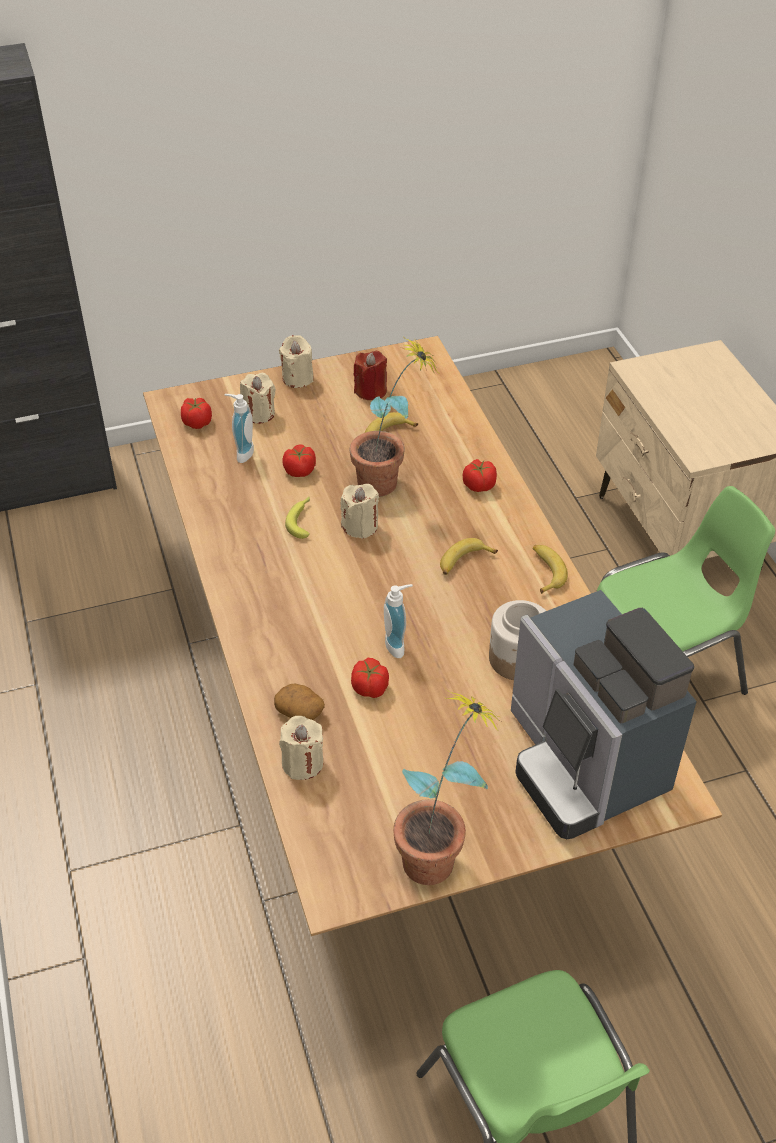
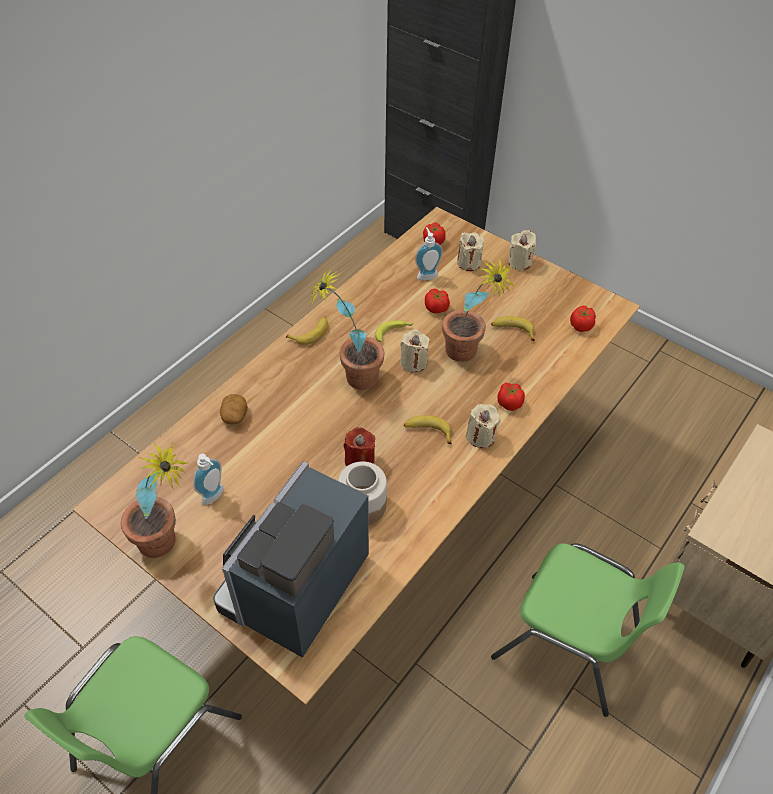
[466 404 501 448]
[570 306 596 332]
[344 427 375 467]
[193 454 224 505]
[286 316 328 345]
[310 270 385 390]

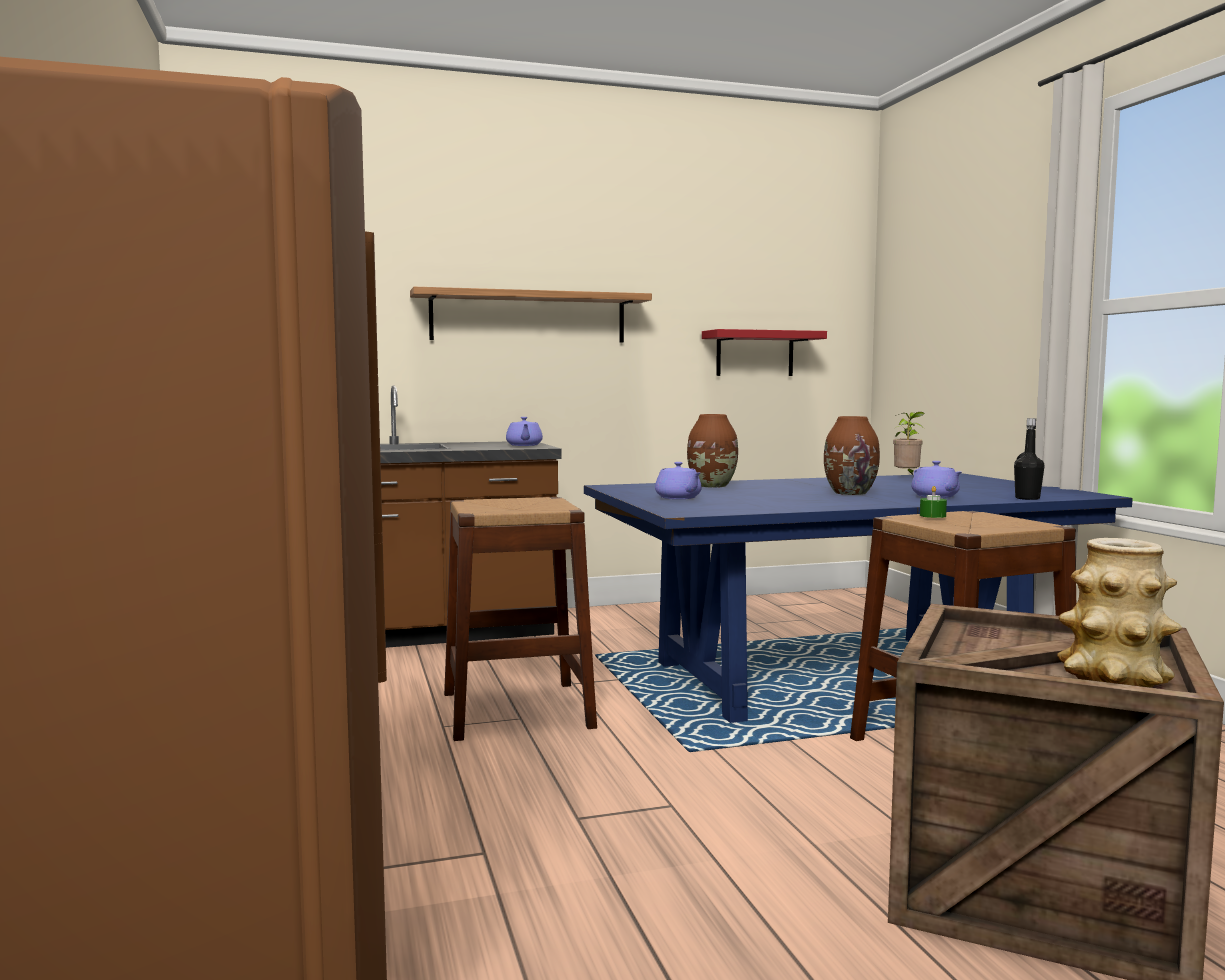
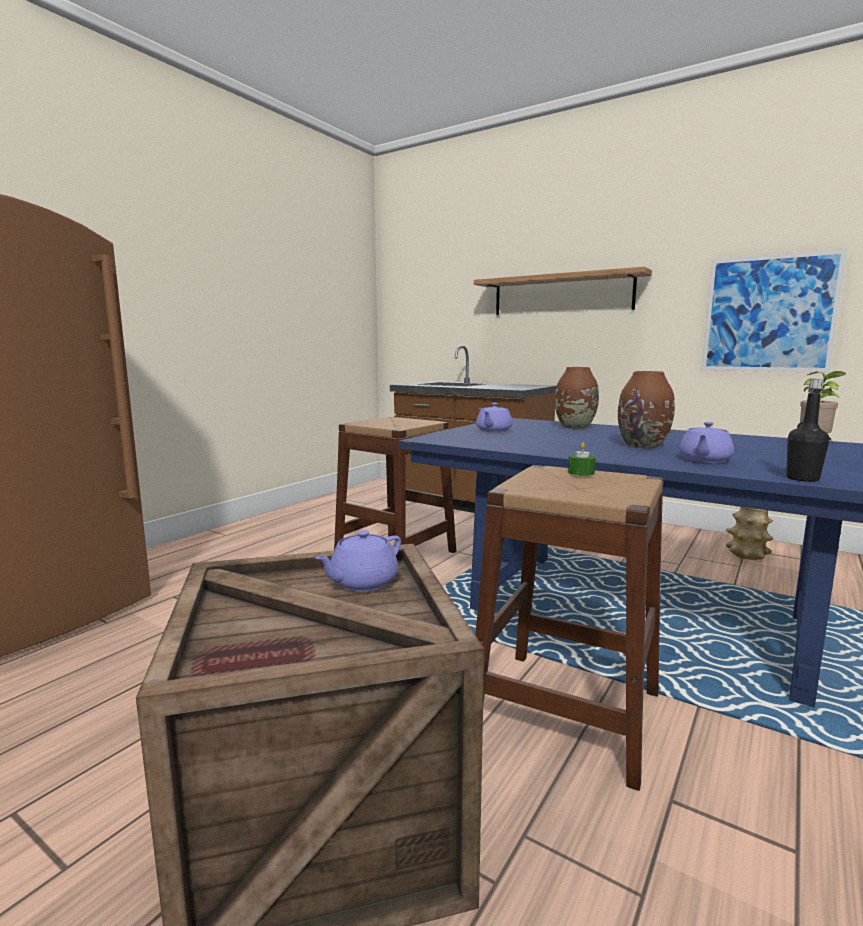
[315 530 401 591]
[701 249 847 373]
[725 507 773 560]

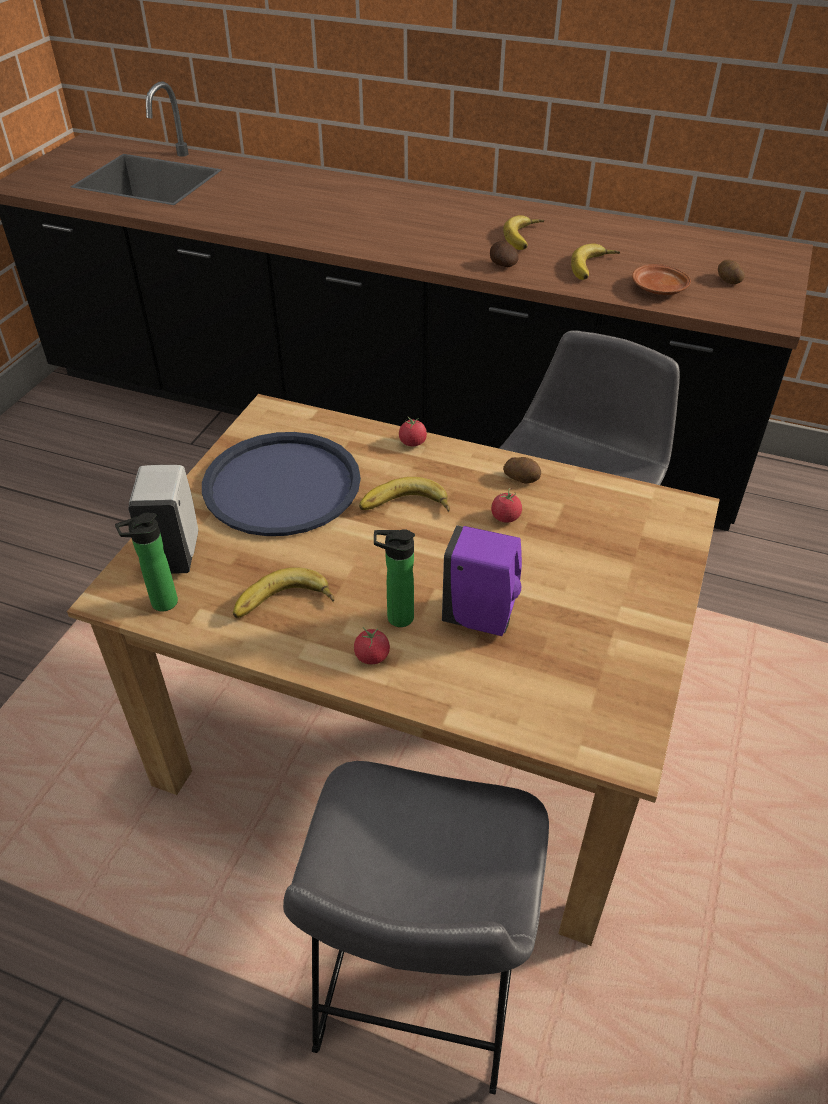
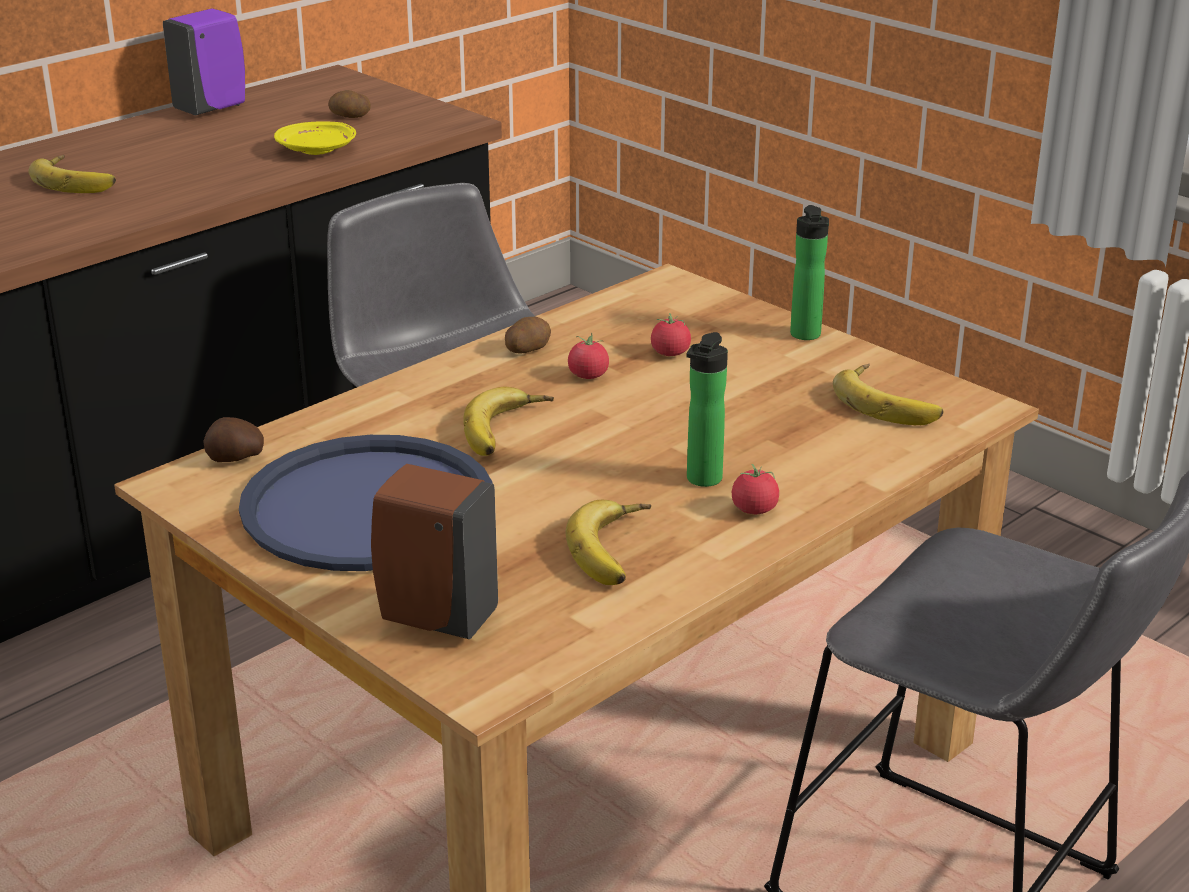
[790 205 829 340]
[371 464 498 639]
[651 313 691 356]
[163 9 245 115]
[203 417 264 462]
[833 364 943 425]
[274 122 356 155]

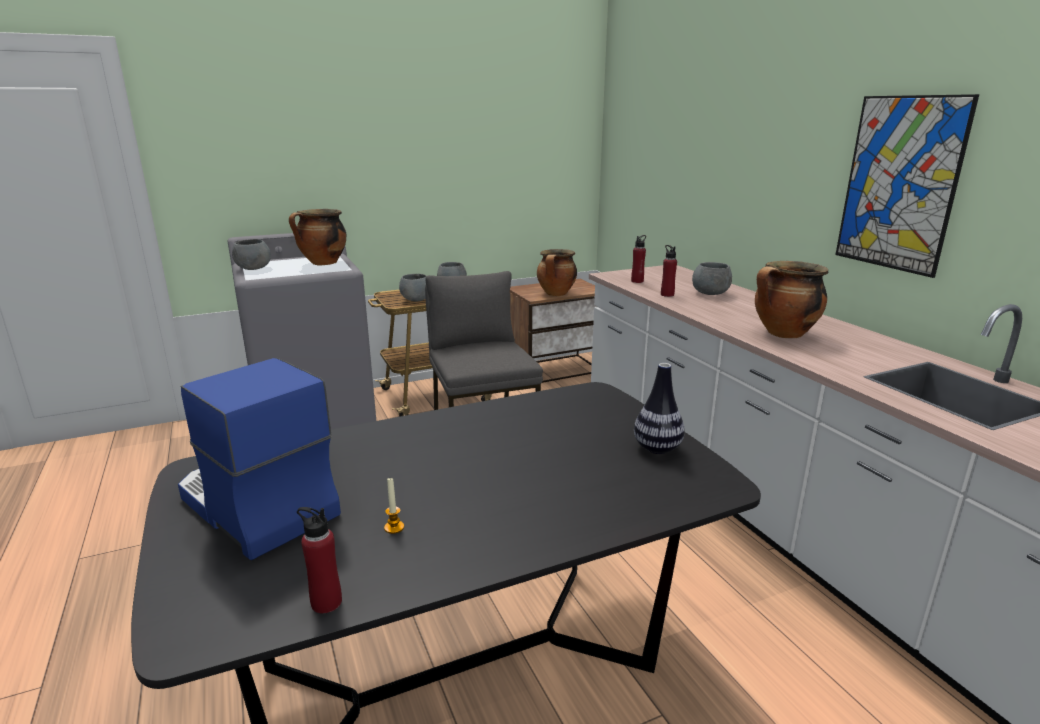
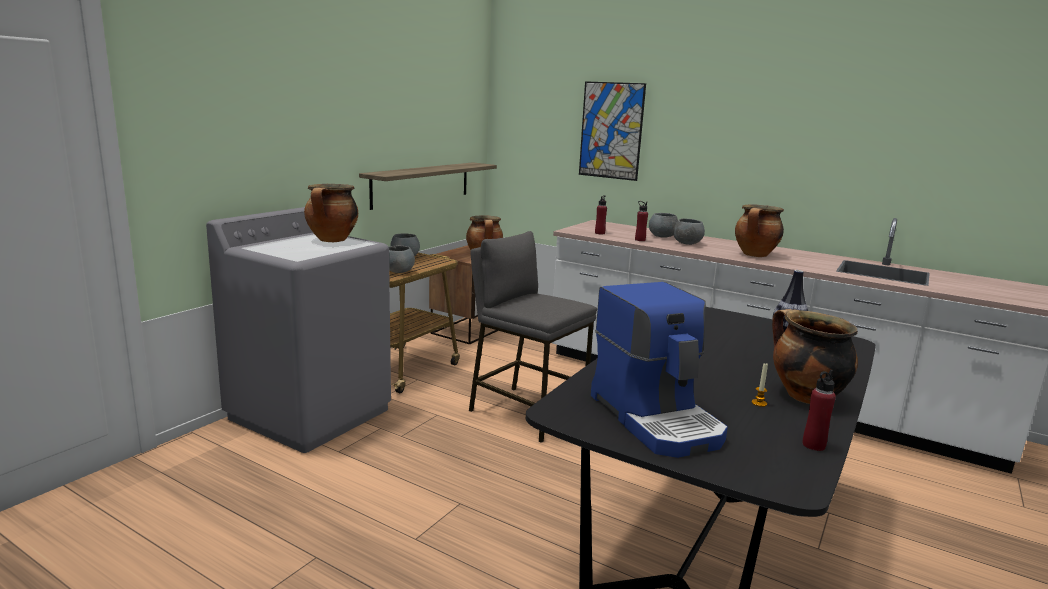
[591 282 728 458]
[673 218 705 245]
[579 81 646 181]
[359 162 497 210]
[772 309 858 404]

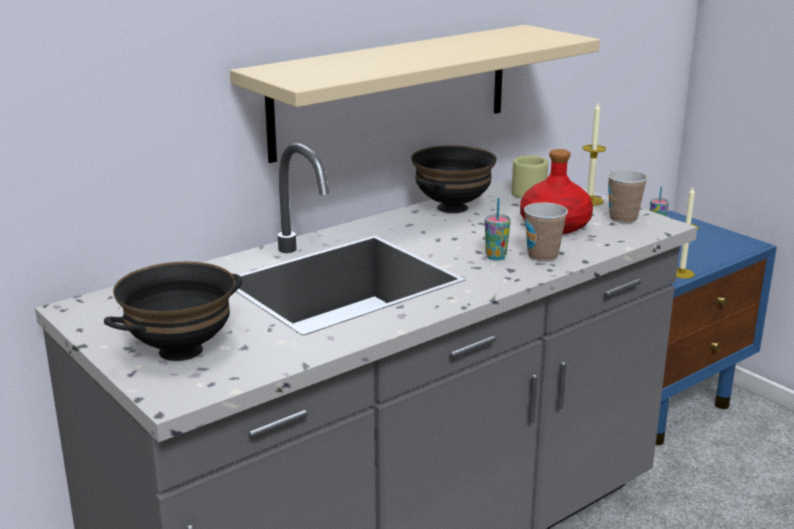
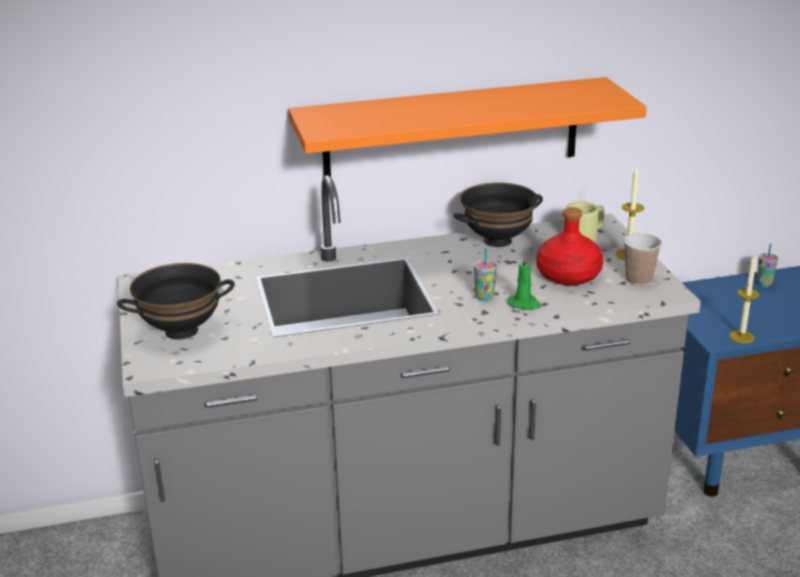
[288 77 647 177]
[508 255 542 310]

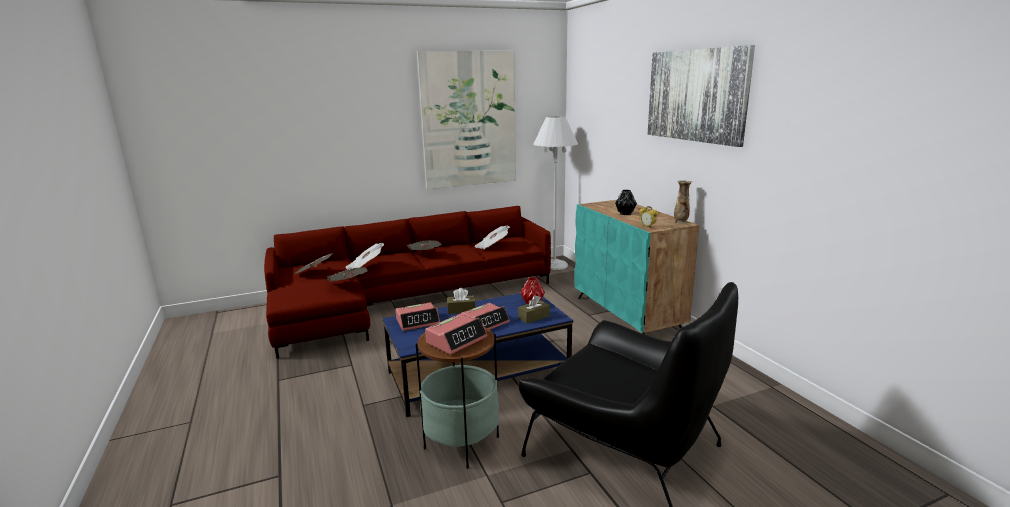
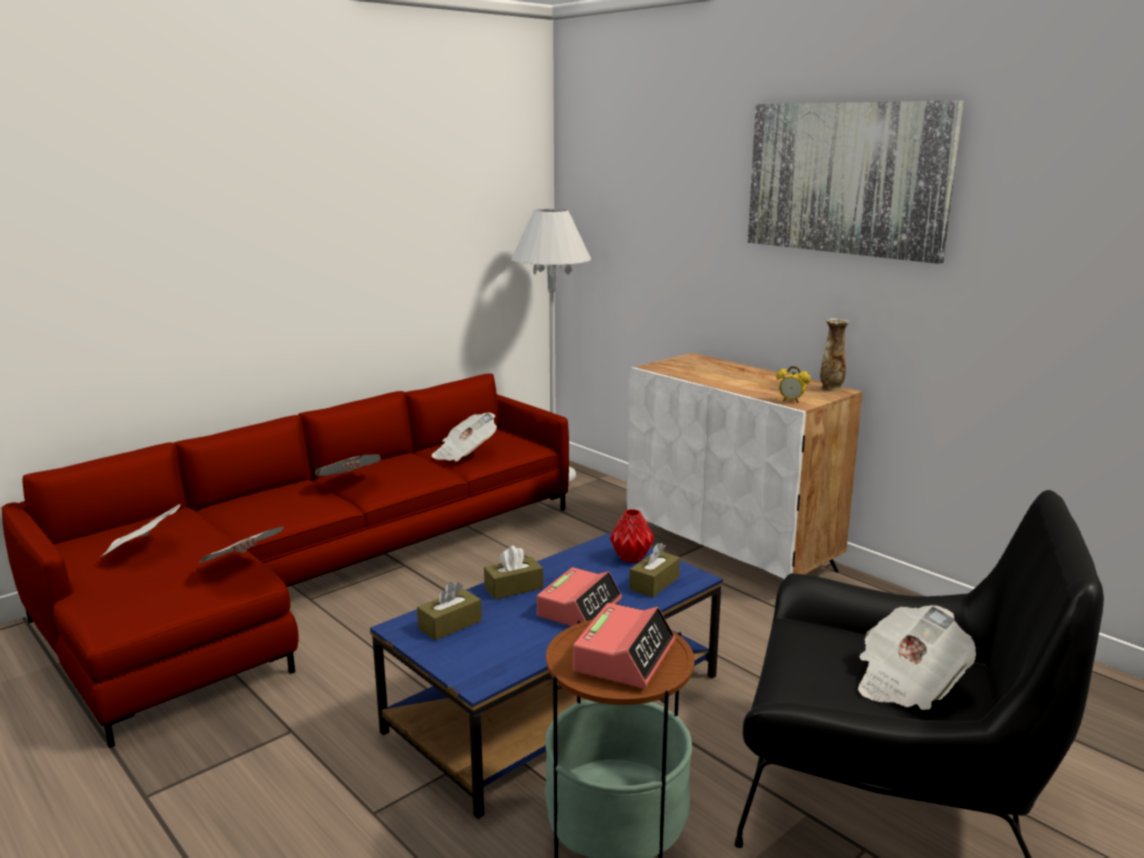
[858 605 976 710]
[417 582 482 641]
[417 51 516 189] (first image)
[627 353 862 579]
[615 190 637 215] (first image)

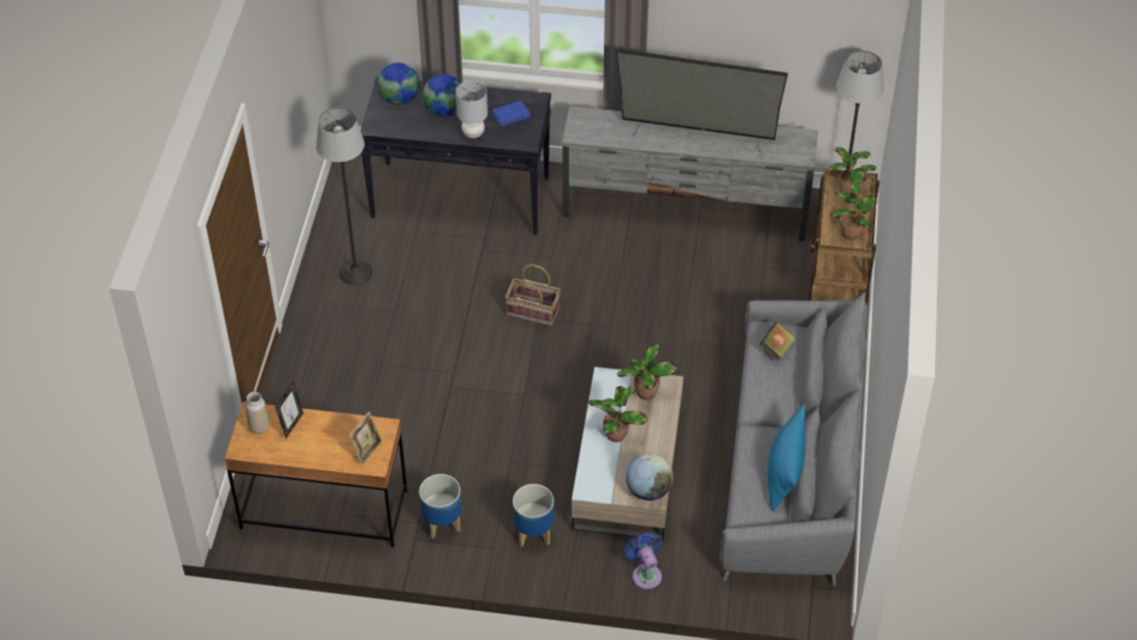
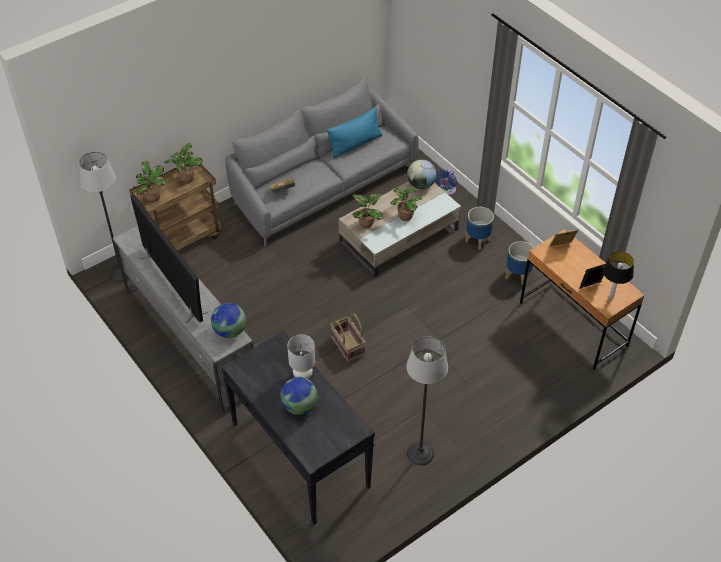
[603 251 634 300]
[211 303 246 338]
[492 100 531 128] (first image)

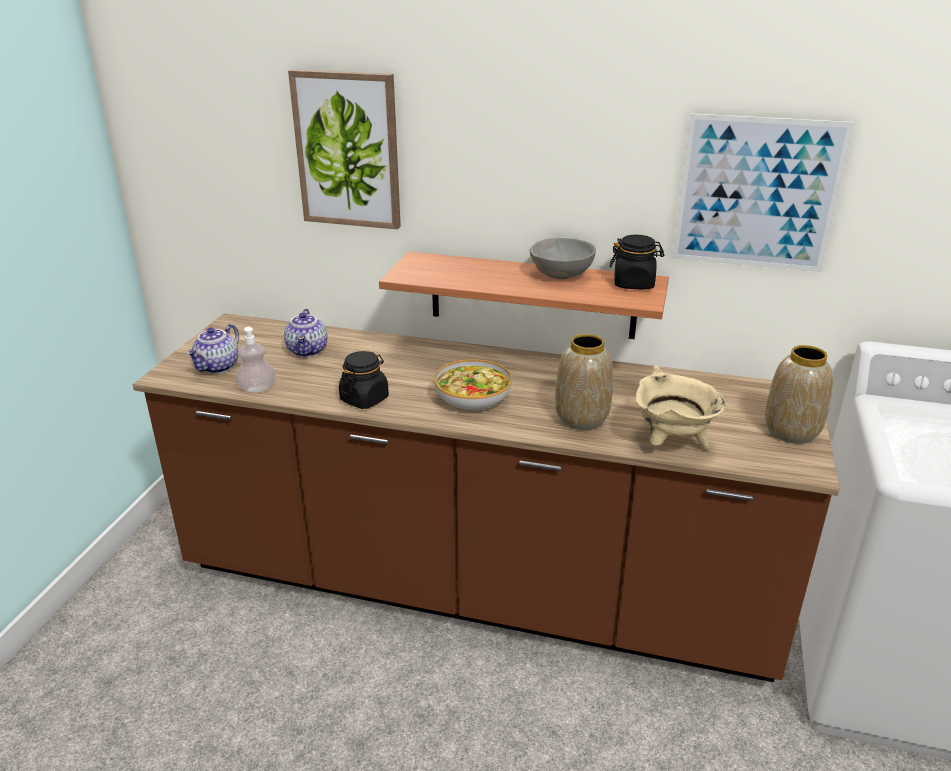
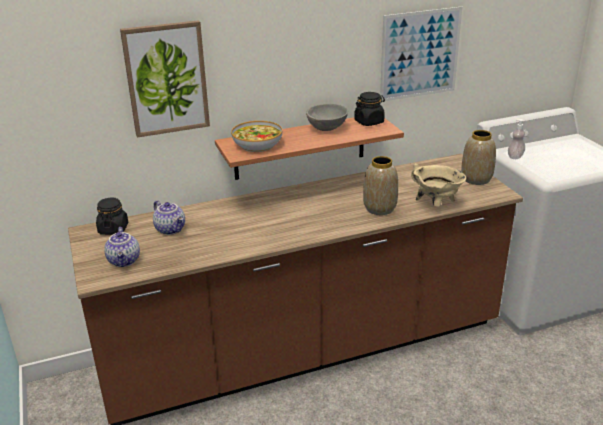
[508 119 525 159]
[96 198 128 235]
[231 121 282 152]

